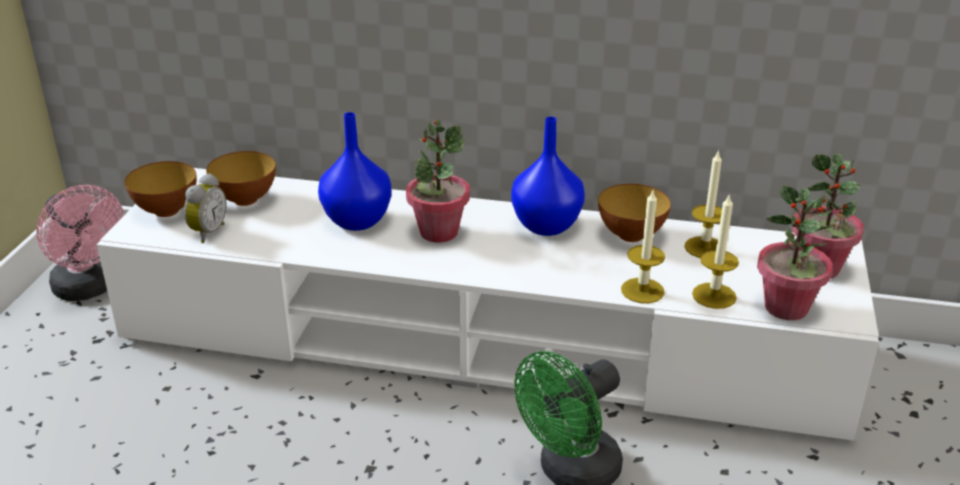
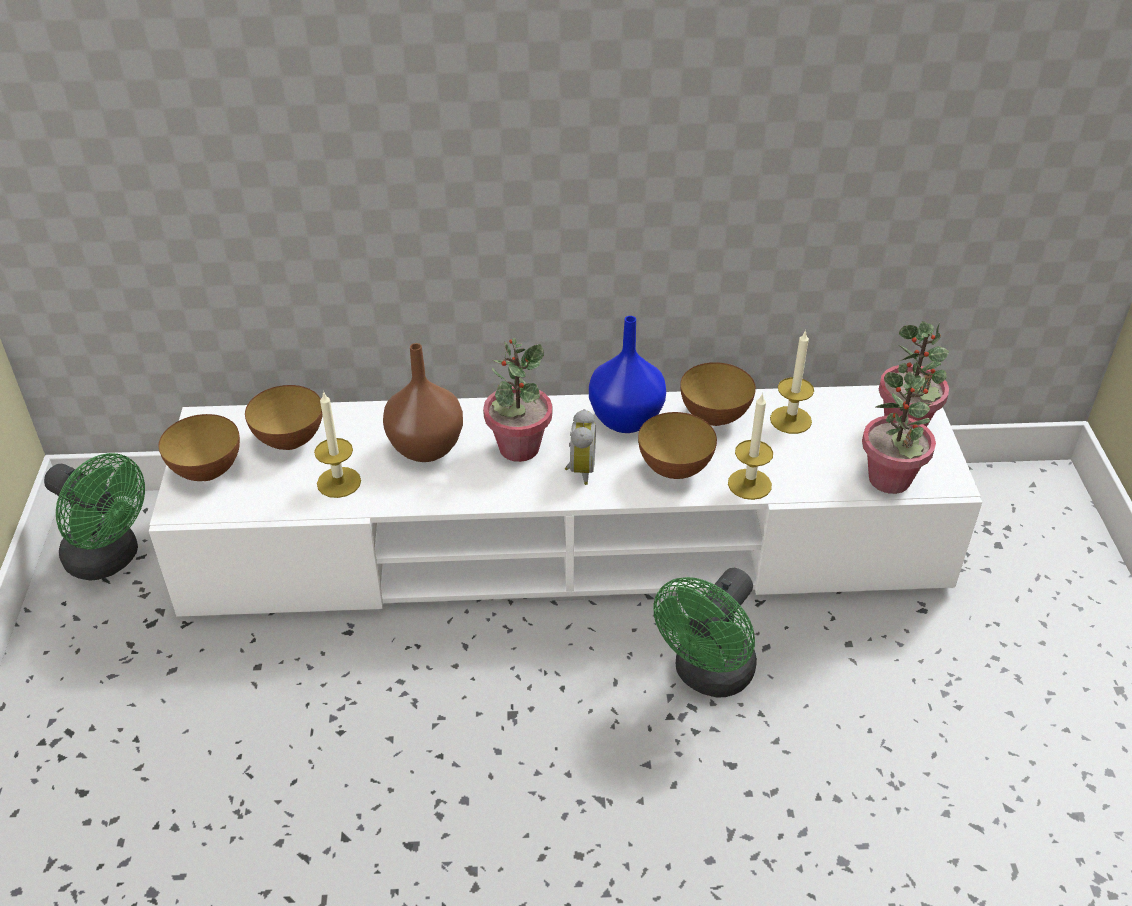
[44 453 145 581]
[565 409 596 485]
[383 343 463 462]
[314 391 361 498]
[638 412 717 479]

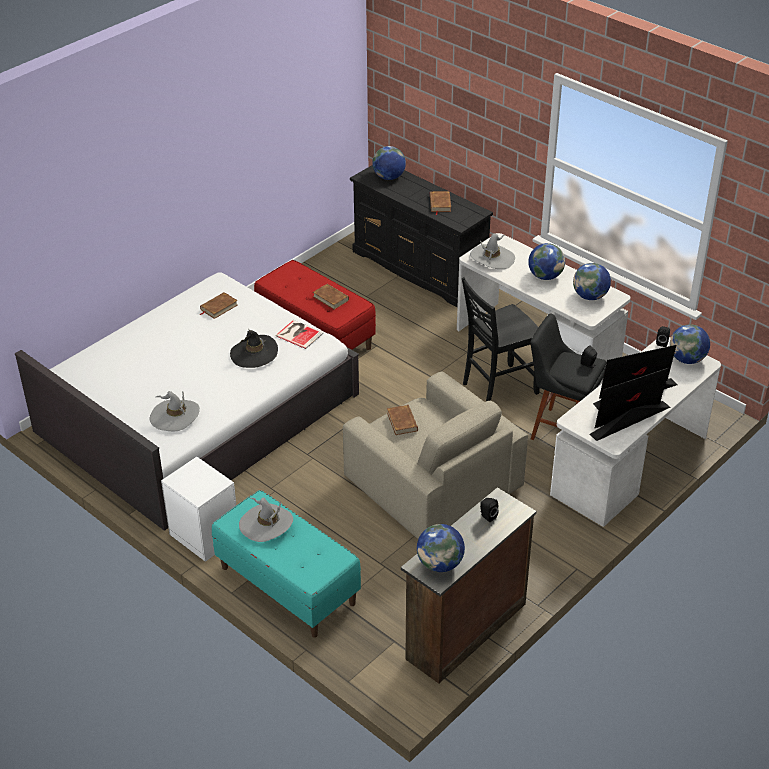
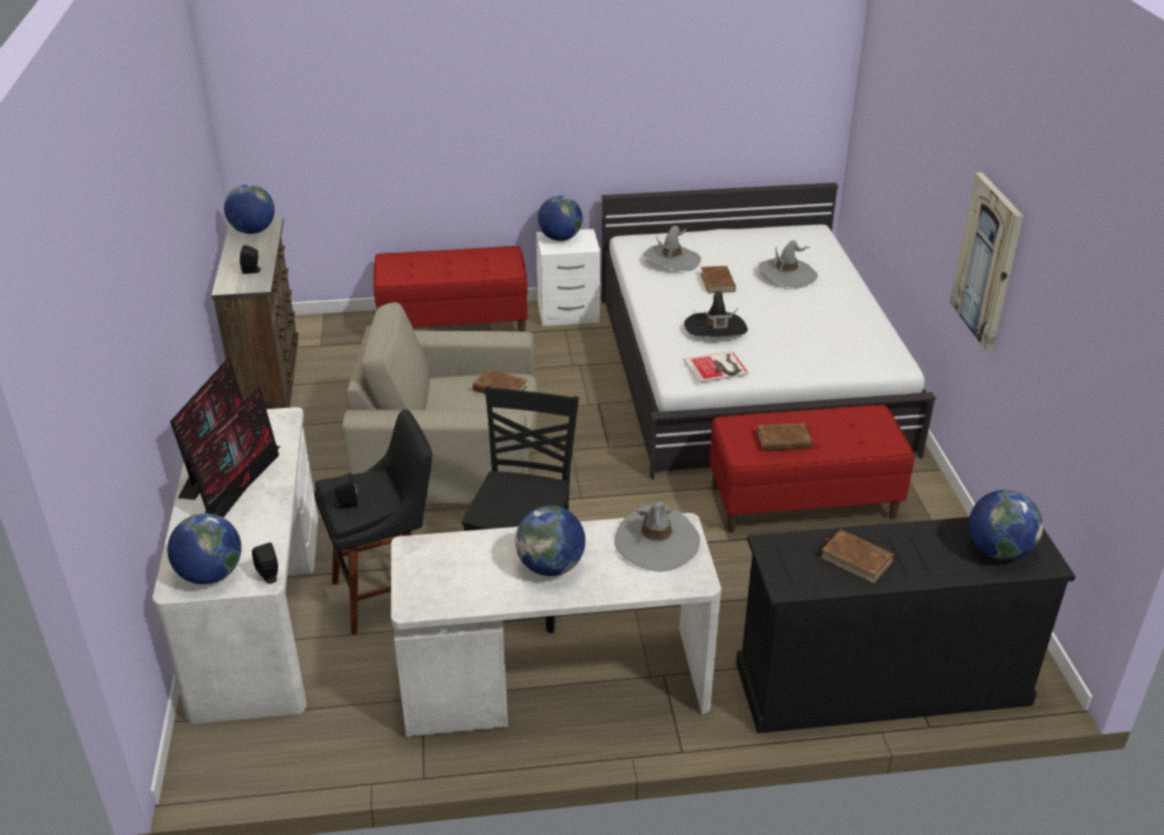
[700 266 736 294]
[373 246 528 332]
[759 240 818 288]
[538 196 582 241]
[950 172 1023 351]

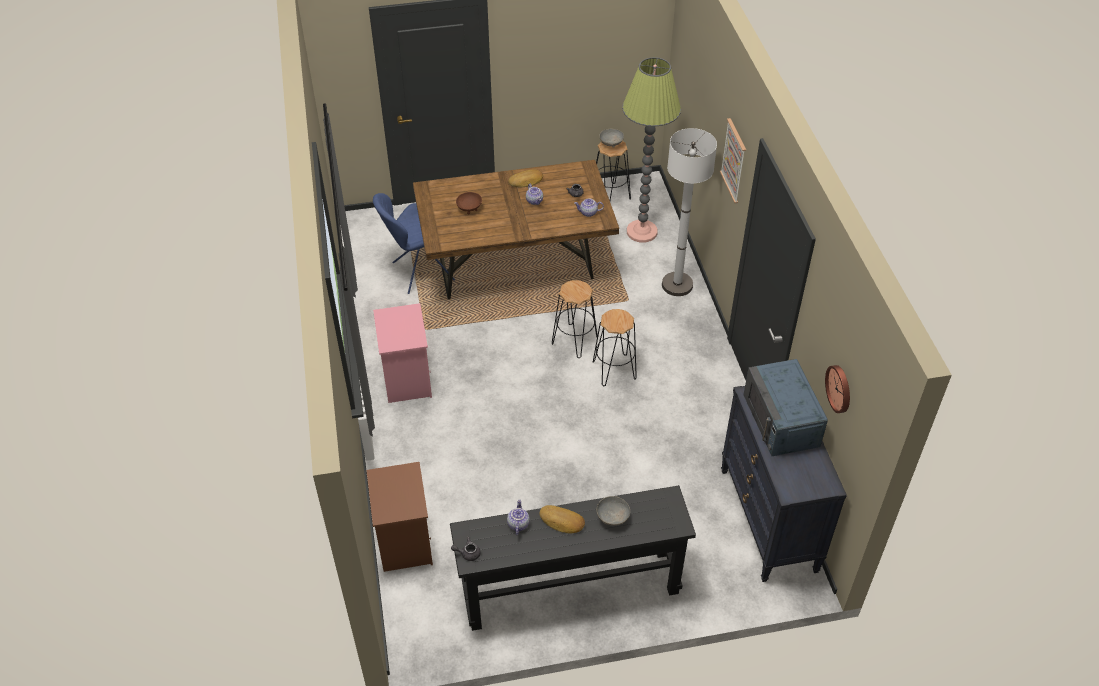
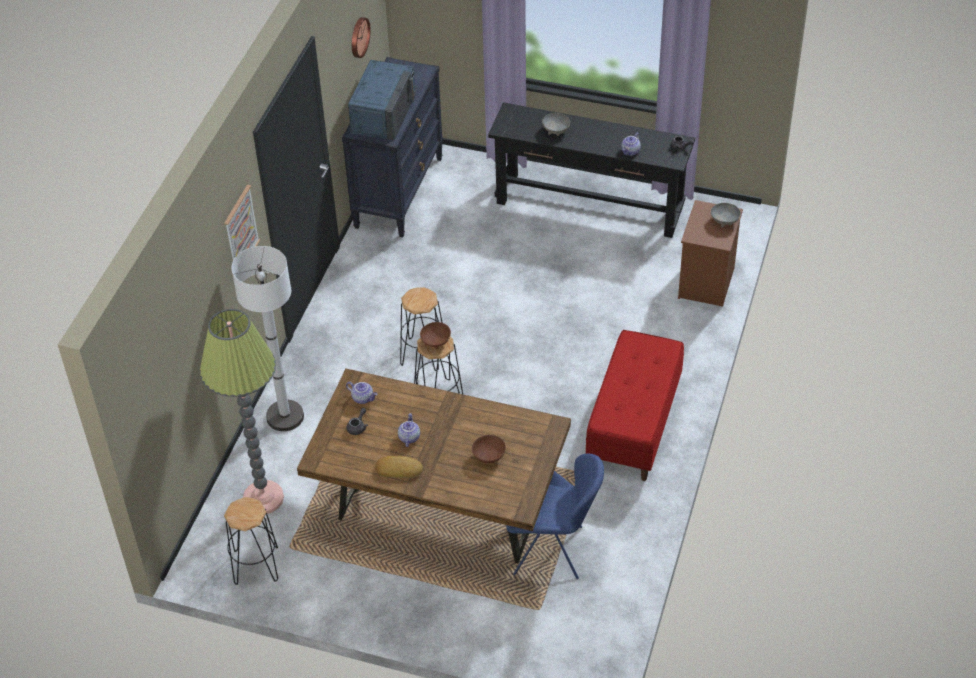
[586 330 684 481]
[539 505 585 534] (first image)
[711 203 741 228]
[420 322 451 349]

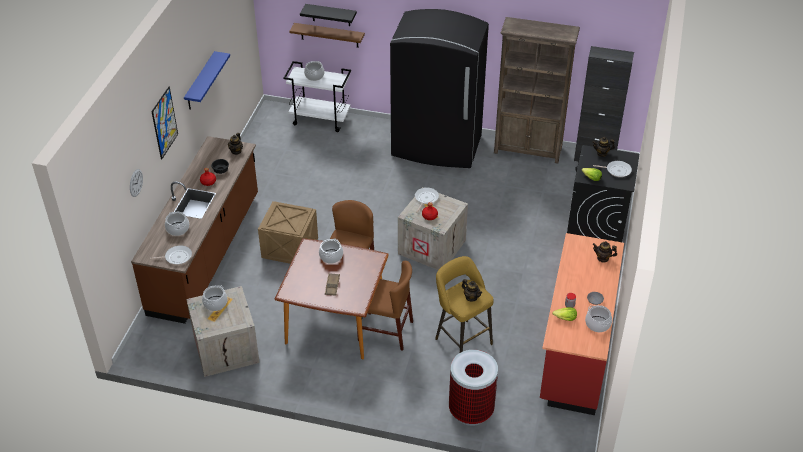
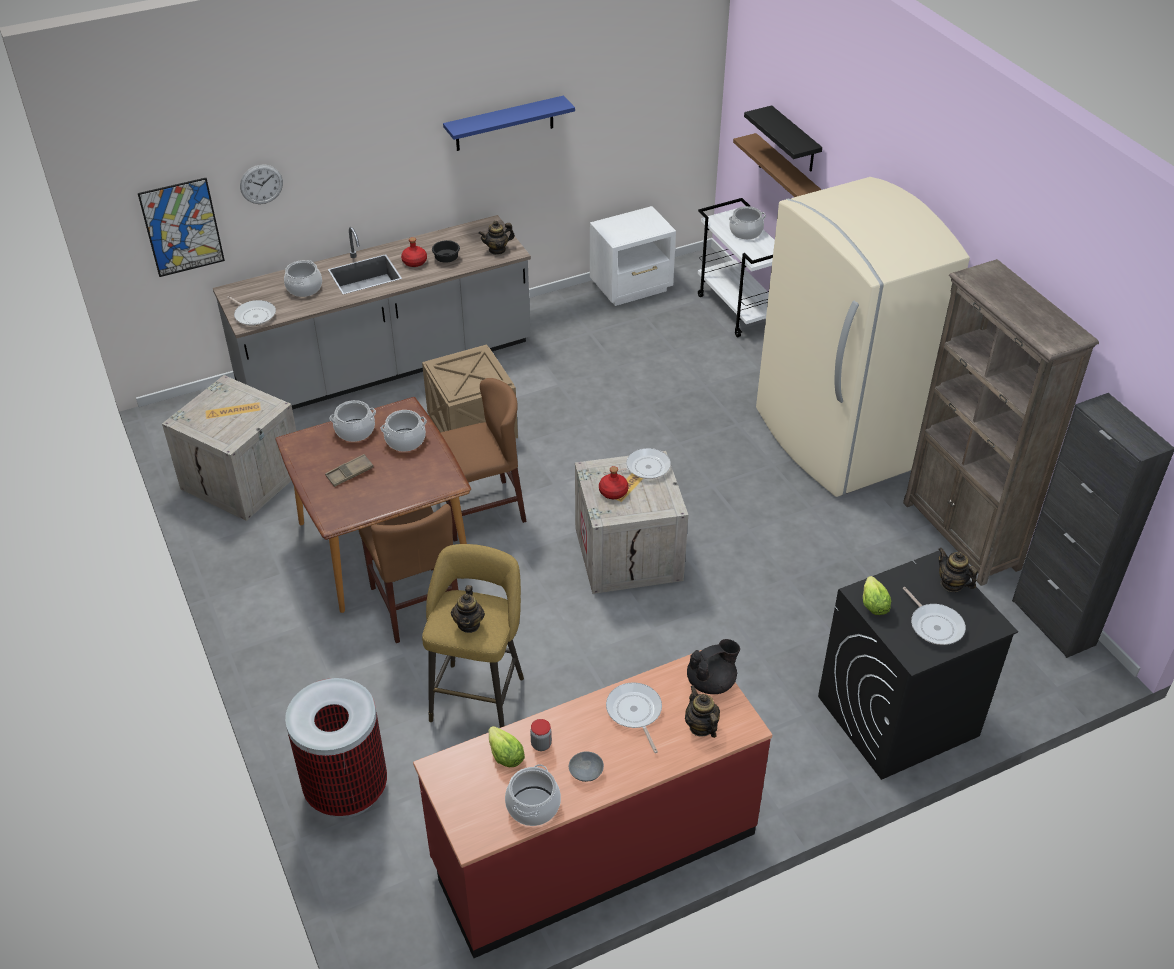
[213 215 531 410]
[138 178 225 277]
[330 400 376 442]
[756 177 970 497]
[590 206 676 306]
[606 682 662 753]
[687 639 740 694]

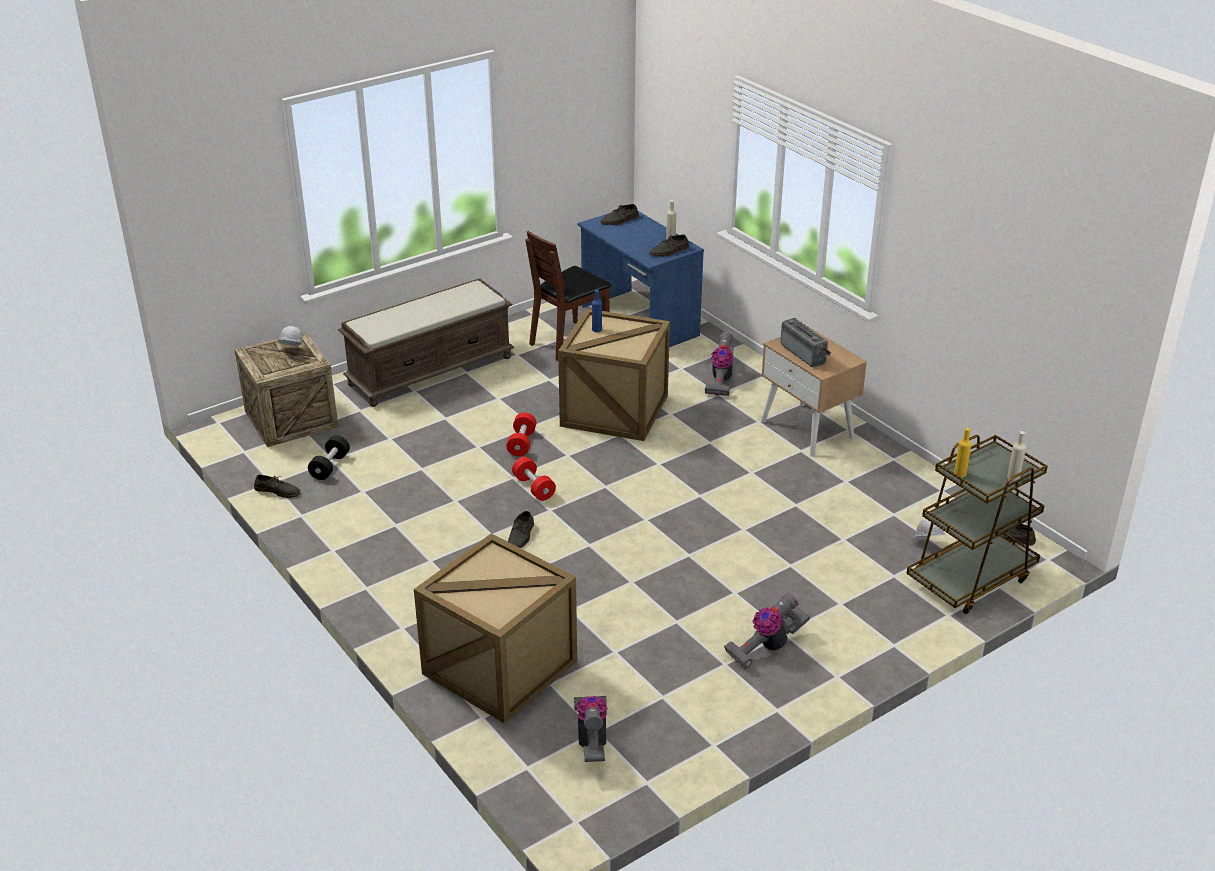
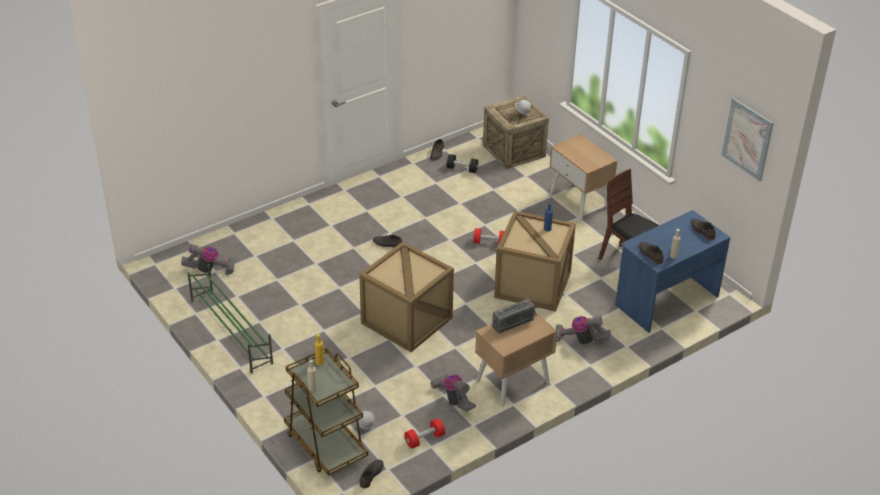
[549 134 617 221]
[359 242 454 352]
[404 418 445 449]
[431 374 476 412]
[188 264 273 374]
[722 98 773 181]

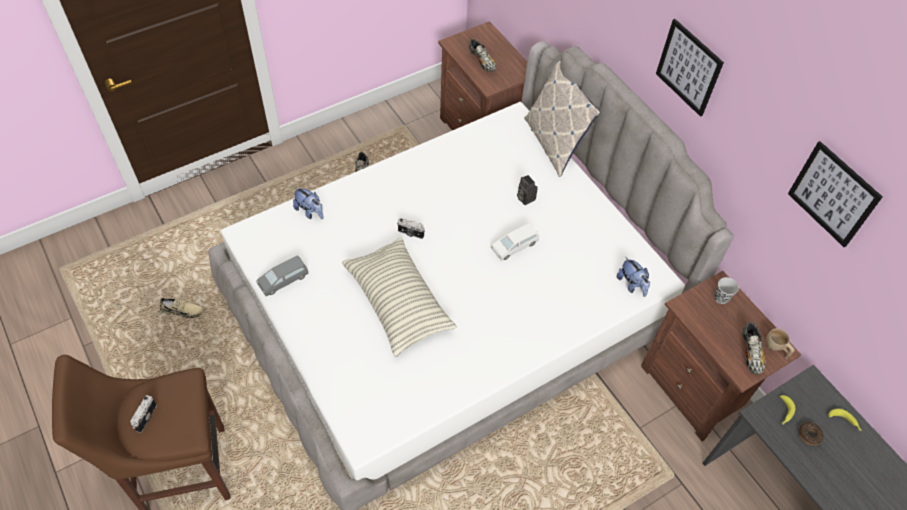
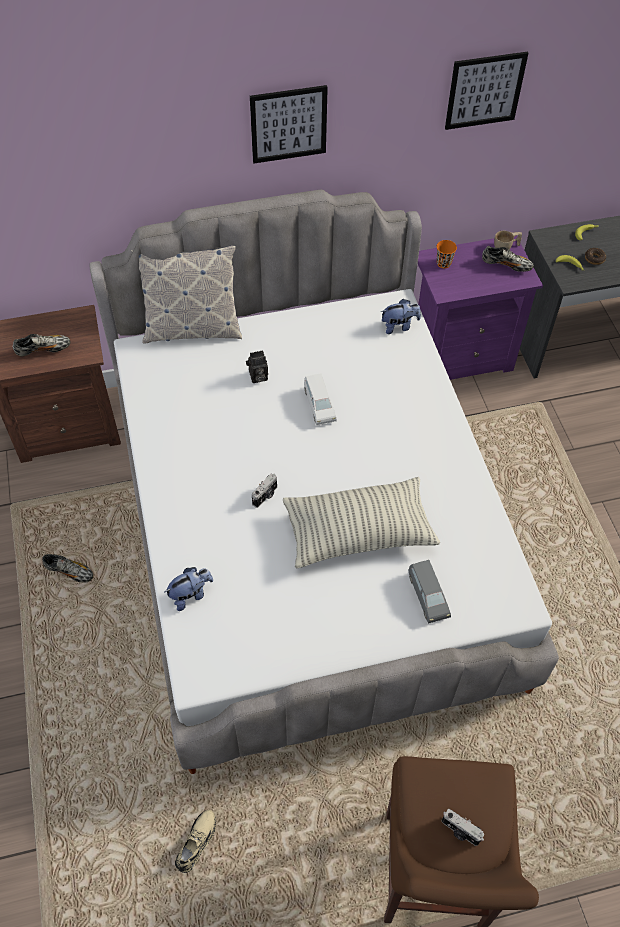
[408 560 451 624]
[418 235 543 380]
[437 240 457 268]

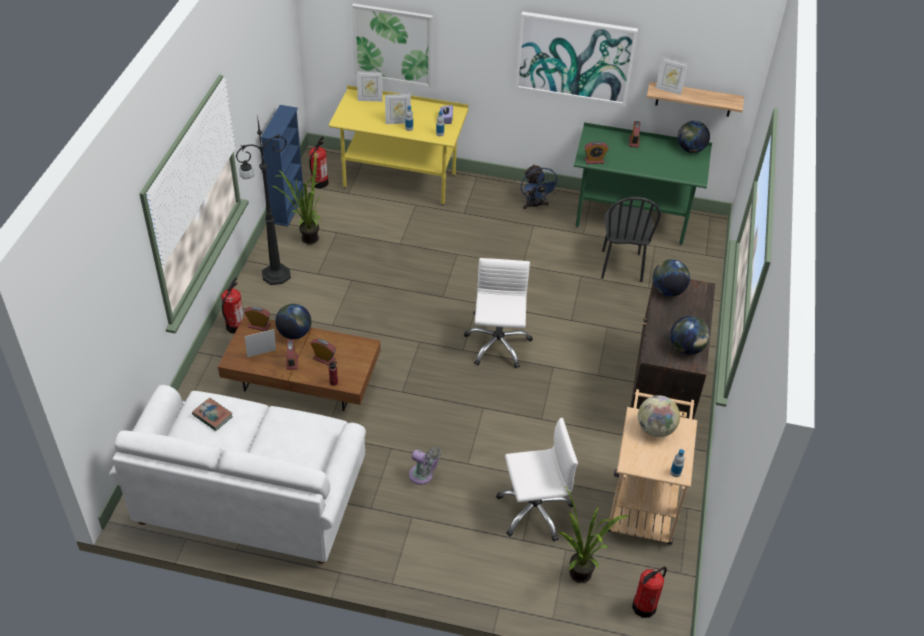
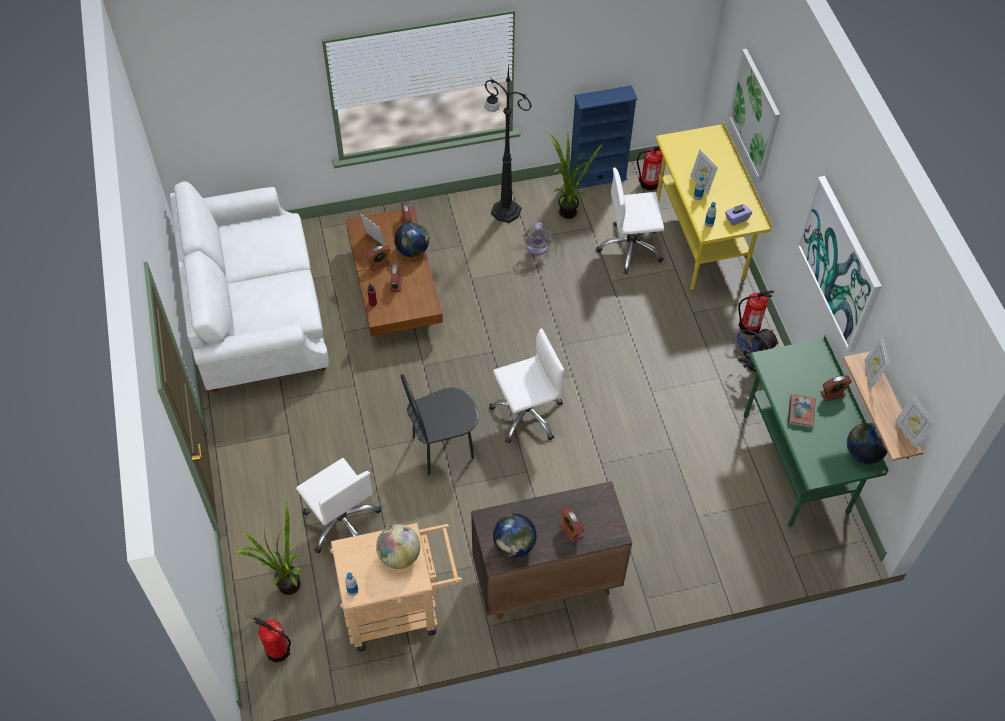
[788 394 816 428]
[738 291 774 335]
[895 395 935 448]
[523 222 552 255]
[559 507 584 543]
[400 374 479 475]
[653 259 690 296] (first image)
[596 168 664 275]

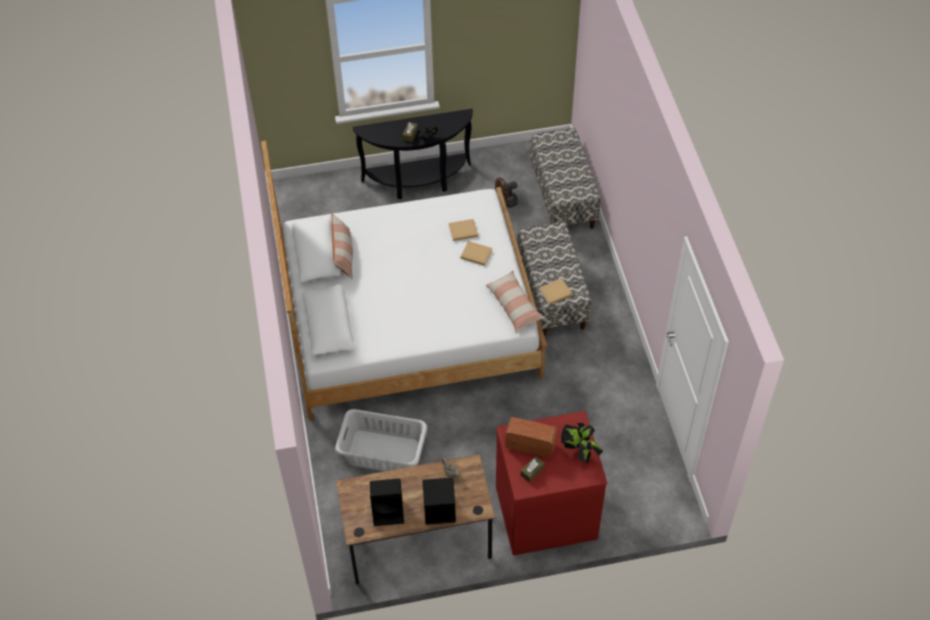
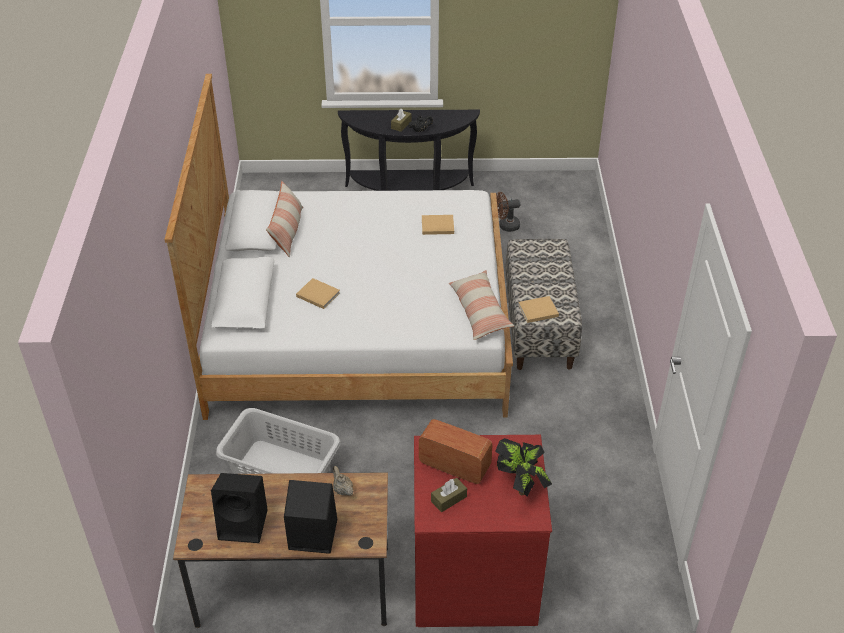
[296 278 340 309]
[530 128 600 229] (first image)

